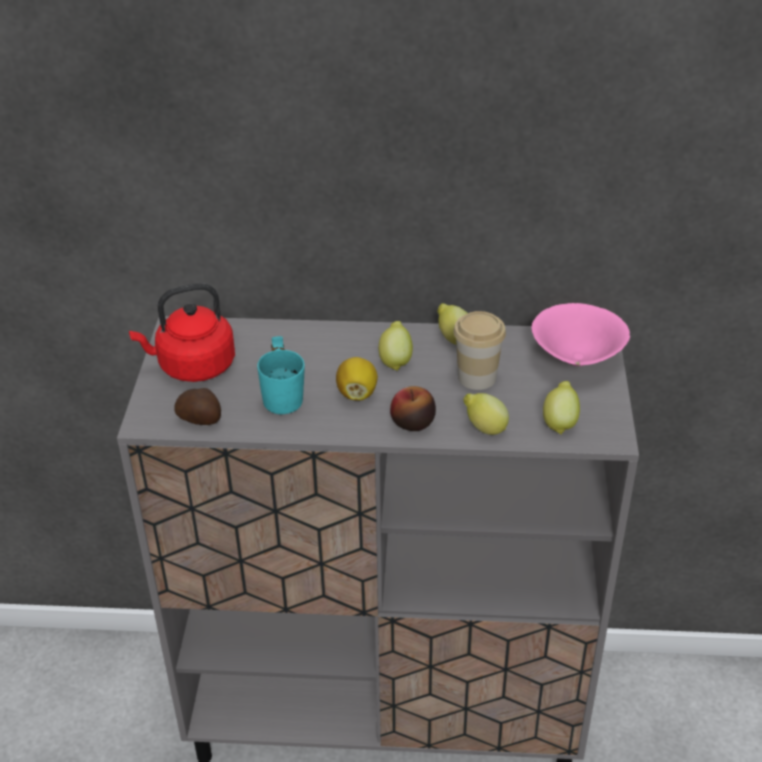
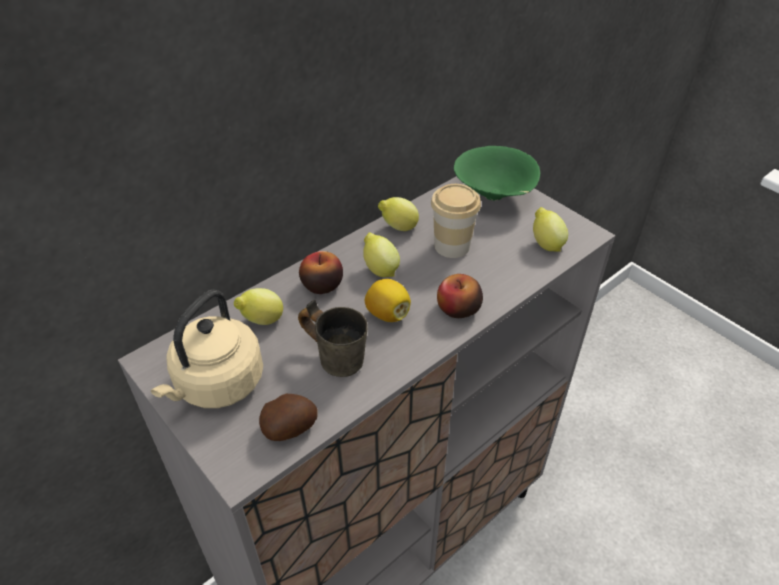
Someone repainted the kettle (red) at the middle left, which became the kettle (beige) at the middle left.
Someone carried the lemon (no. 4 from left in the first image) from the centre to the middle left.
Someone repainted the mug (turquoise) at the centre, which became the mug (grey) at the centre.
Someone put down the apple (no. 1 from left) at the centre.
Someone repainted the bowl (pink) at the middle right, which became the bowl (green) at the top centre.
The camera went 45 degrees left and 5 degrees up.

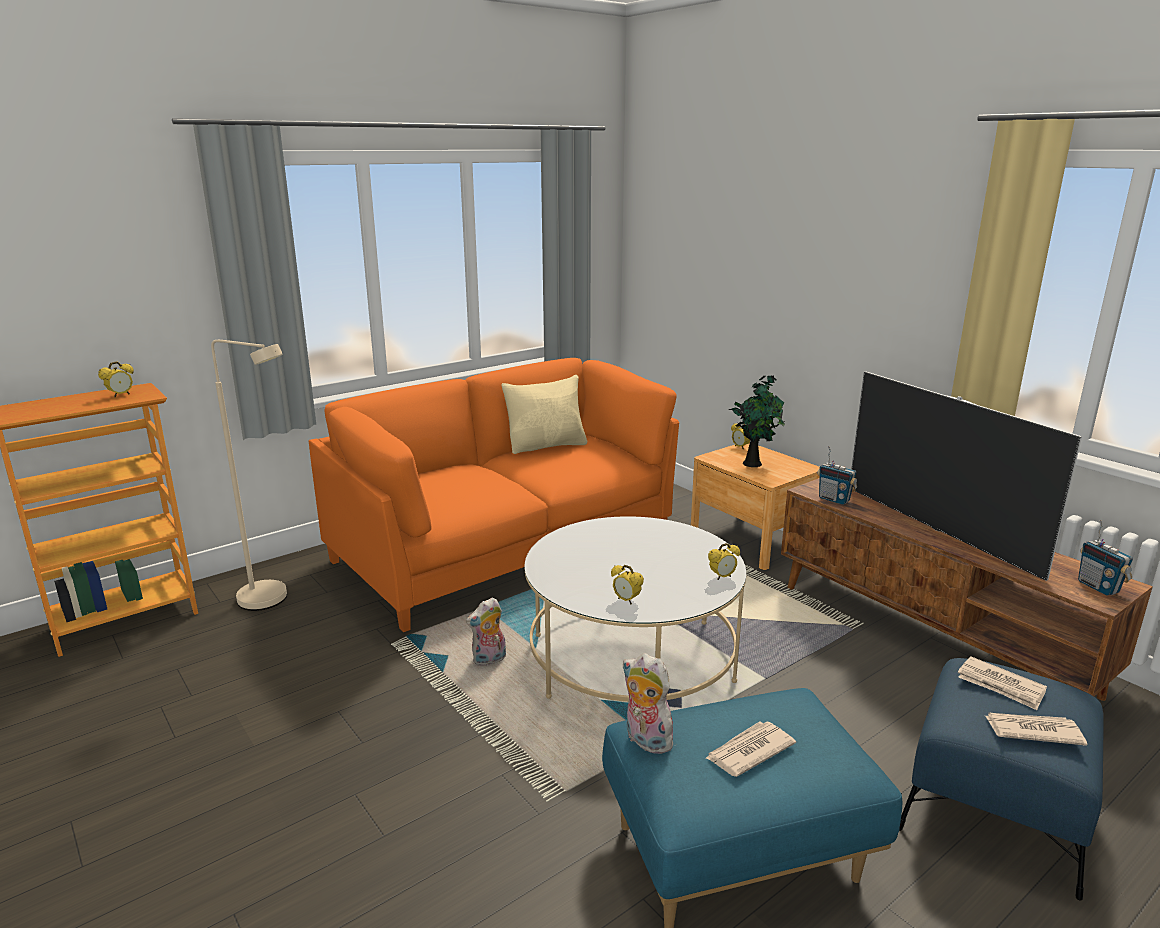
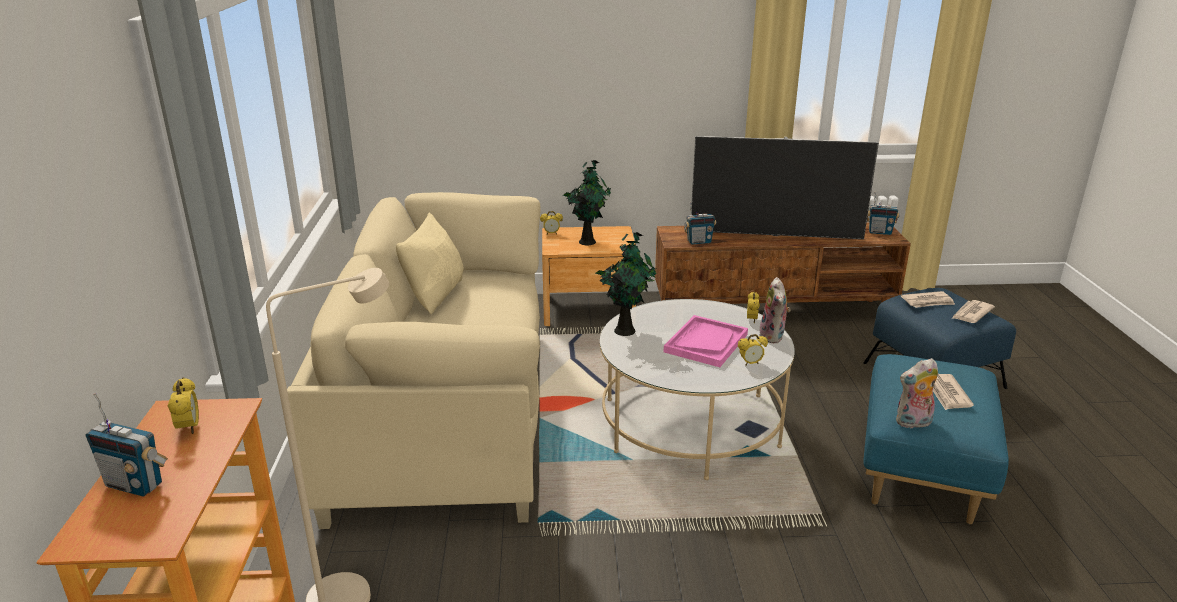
Someone put down the radio (no. 1 from left) at the bottom left.
Someone repainted the sofa (orange) at the centre, which became the sofa (beige) at the centre.
Someone put down the potted plant (no. 2 from left) at the centre.
Someone put down the tray (pink) at the centre.
Someone carried the plush toy (no. 1 from left) from the bottom centre to the centre.
The camera went 55 degrees left and 5 degrees up.

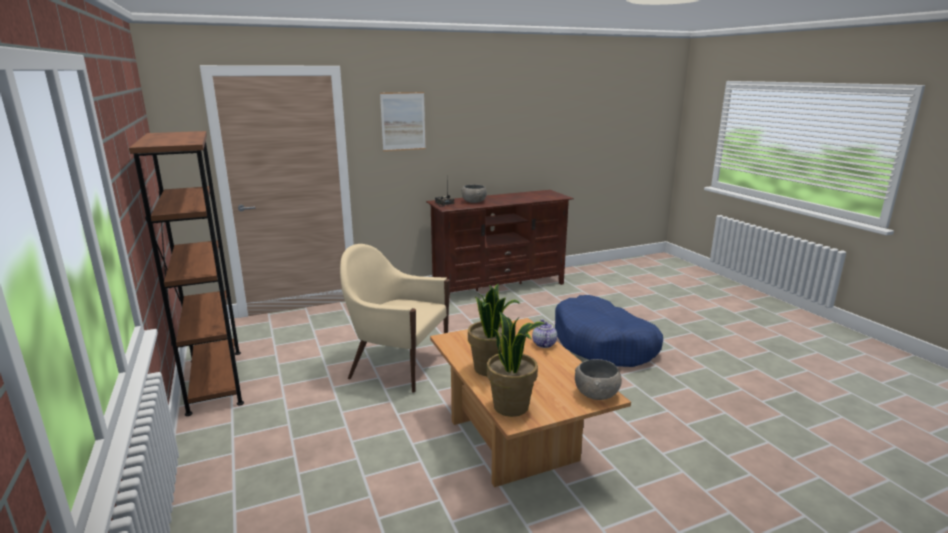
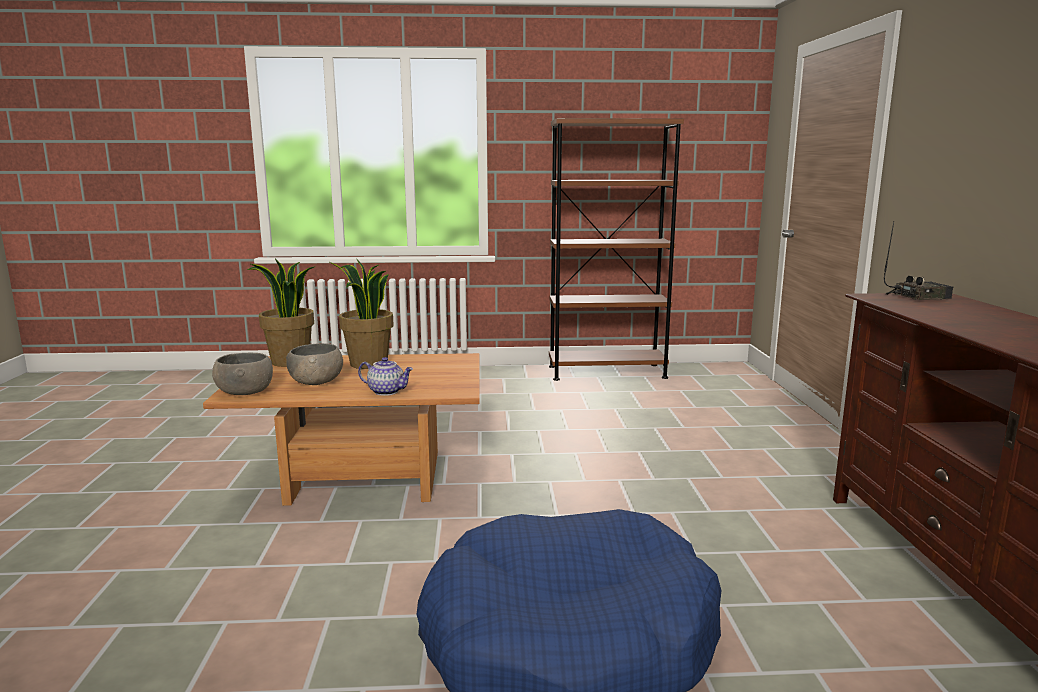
Someone carried the bowl (grey) (no. 1 from left in the first image) from the centre to the middle left.
Someone took away the armchair (beige) at the centre.
Someone took away the picture at the top centre.
The camera went 110 degrees right and 5 degrees down.

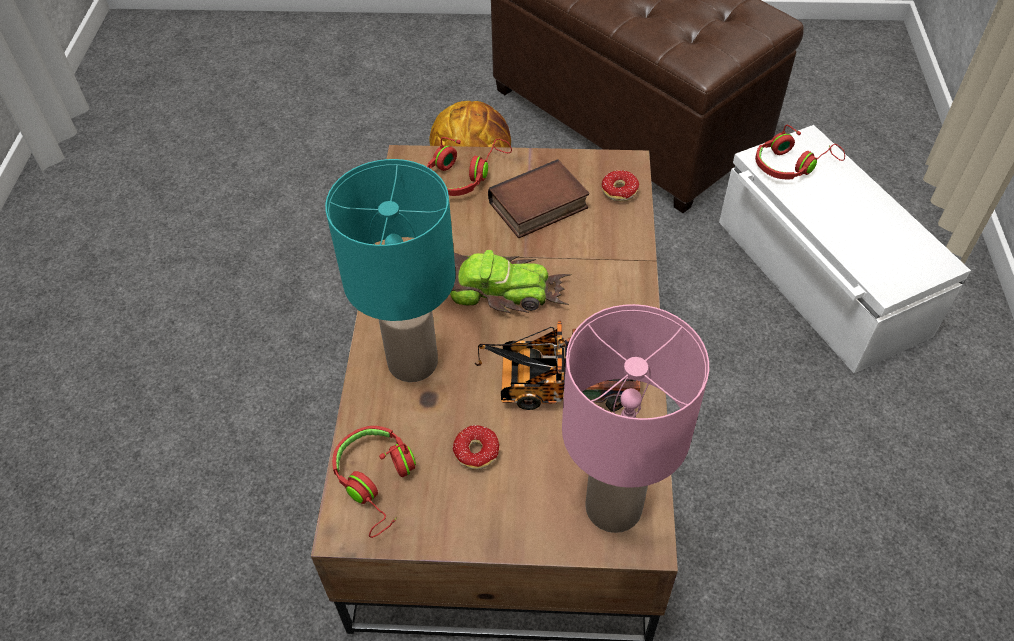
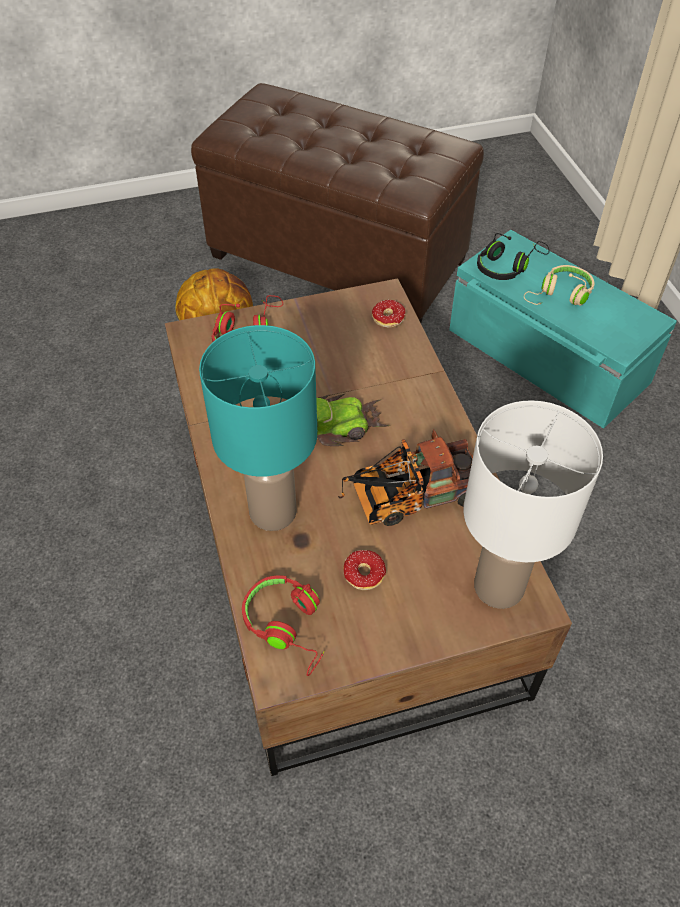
Someone repainted the storage box (white) at the middle right, which became the storage box (turquoise) at the middle right.
Someone repainted the table lamp (pink) at the centre, which became the table lamp (white) at the middle right.
Someone repainted the headphones (red) (no. 3 from left) at the top right, which became the headphones (black) at the top right.
Someone put down the headphones (beige) at the top right.
Someone took away the book at the top centre.
The camera went 20 degrees left and 0 degrees up.

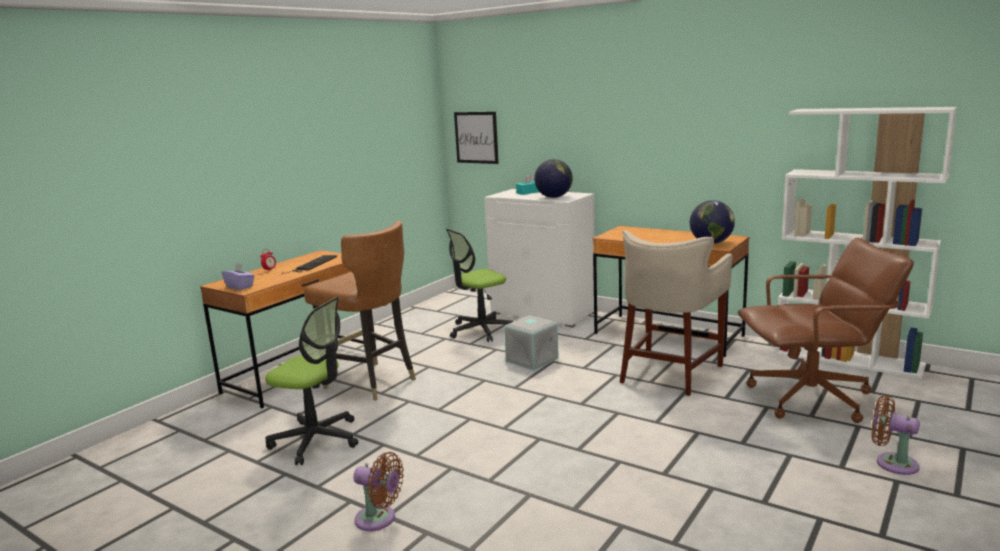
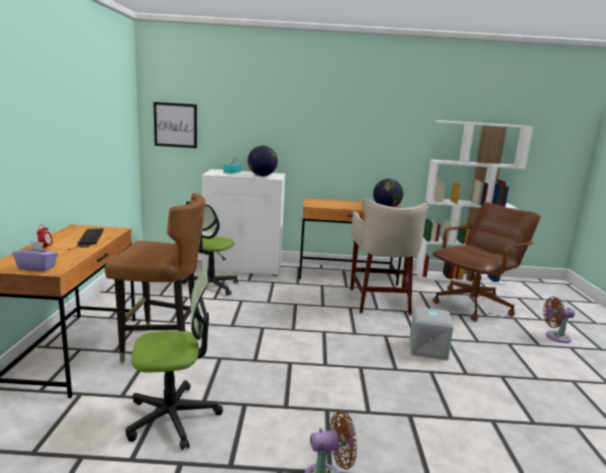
Someone carried the storage box (grey) from the centre to the bottom right.
The camera went 35 degrees left and 0 degrees up.

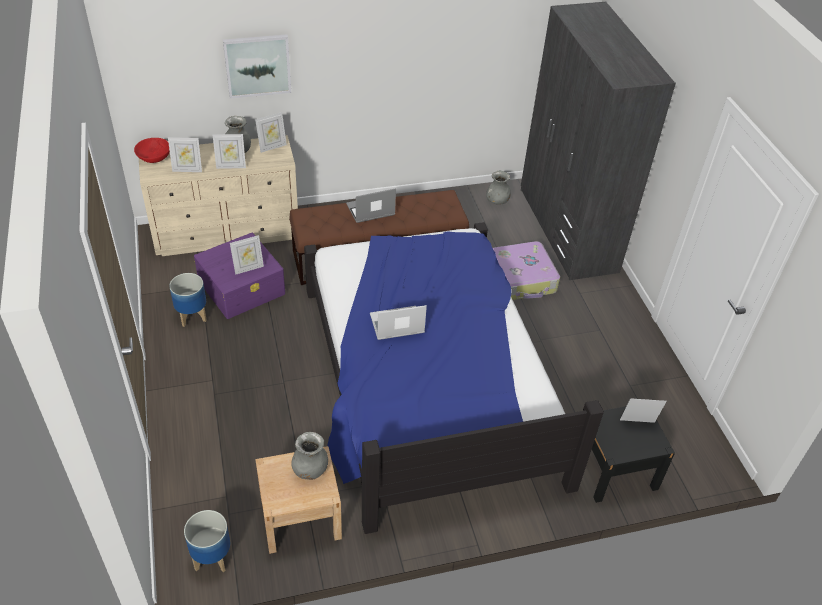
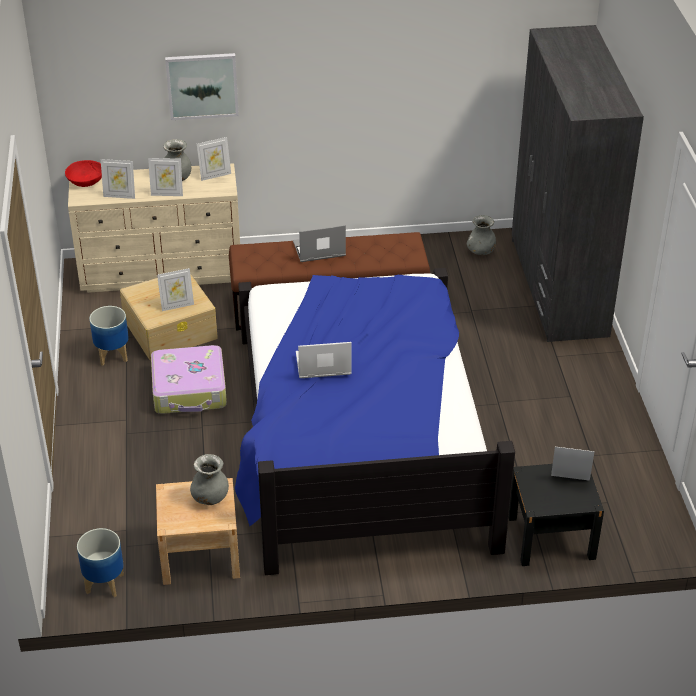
Someone repainted the storage box (purple) at the middle left, which became the storage box (beige) at the middle left.
Someone carried the suitcase from the centre to the middle left.
The camera went 10 degrees right and 5 degrees down.

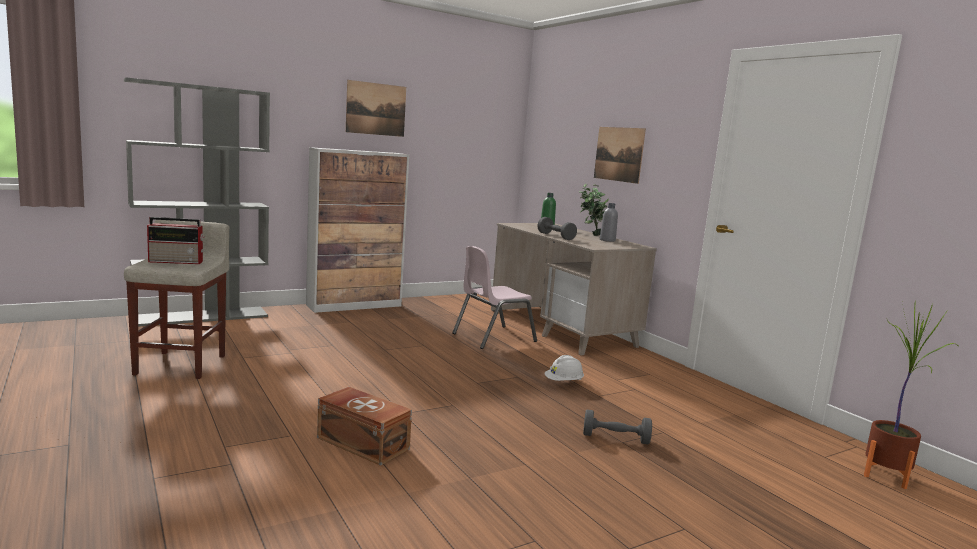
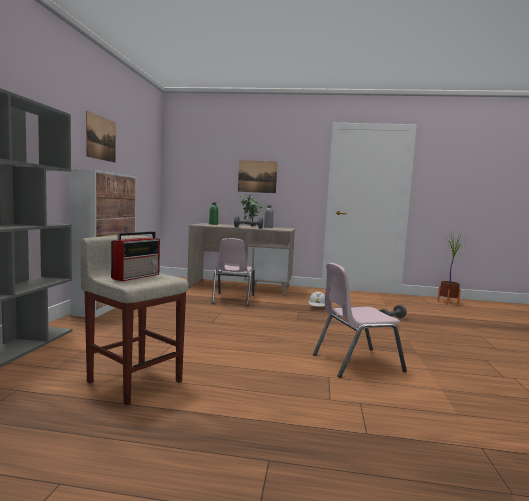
Someone swapped the storage box (brown) at the bottom centre for the chair (pink) (no. 2 from left) at the middle right.
The camera went 50 degrees left and 5 degrees down.

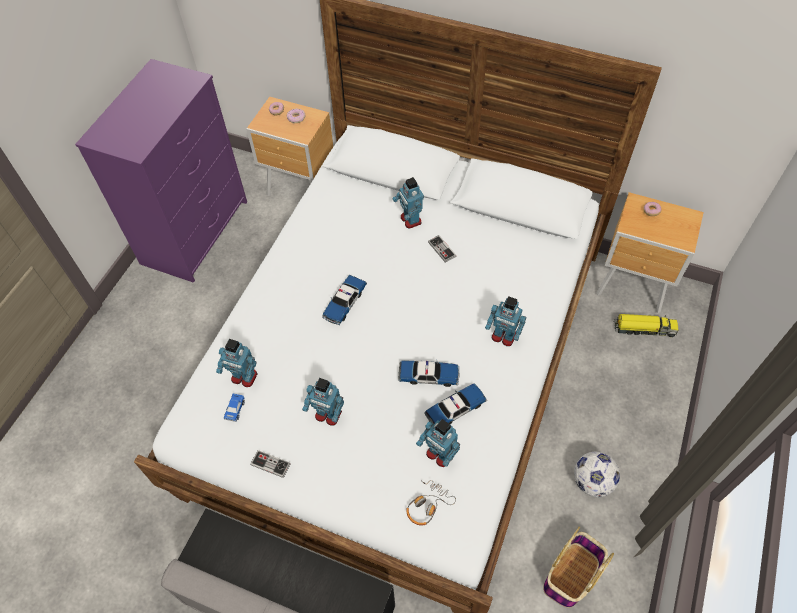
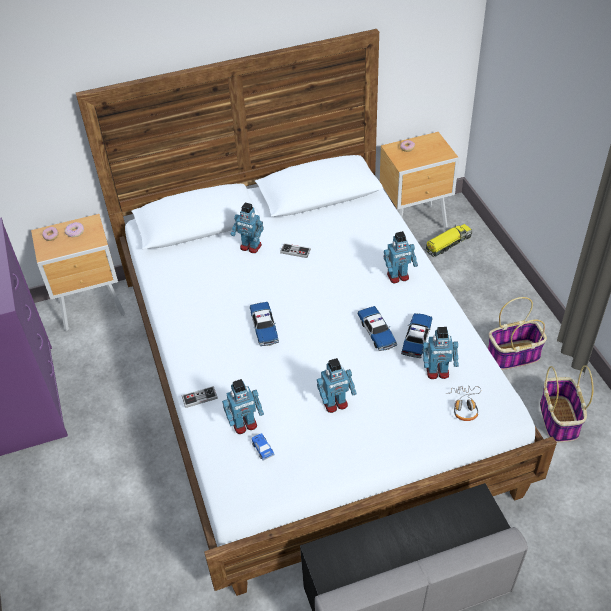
Someone carried the game controller (no. 1 from left) from the bottom centre to the middle left.
Someone rotated the toy car (no. 3 from left) at the centre by 105 degrees clockwise.
Someone swapped the football at the bottom right for the basket (no. 1 from left) at the middle right.
The camera went 40 degrees left and 10 degrees down.

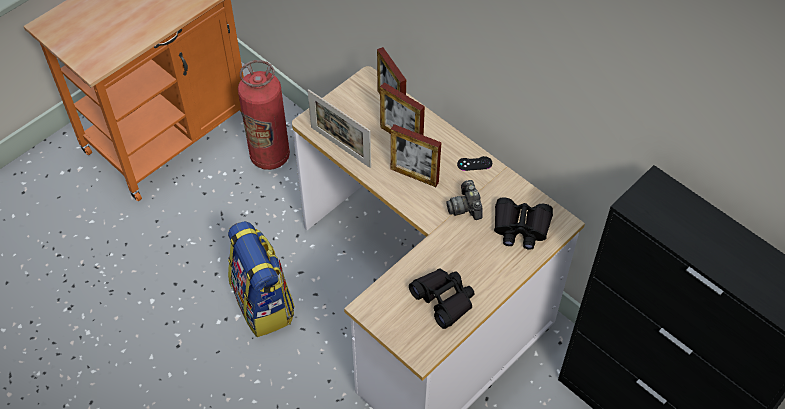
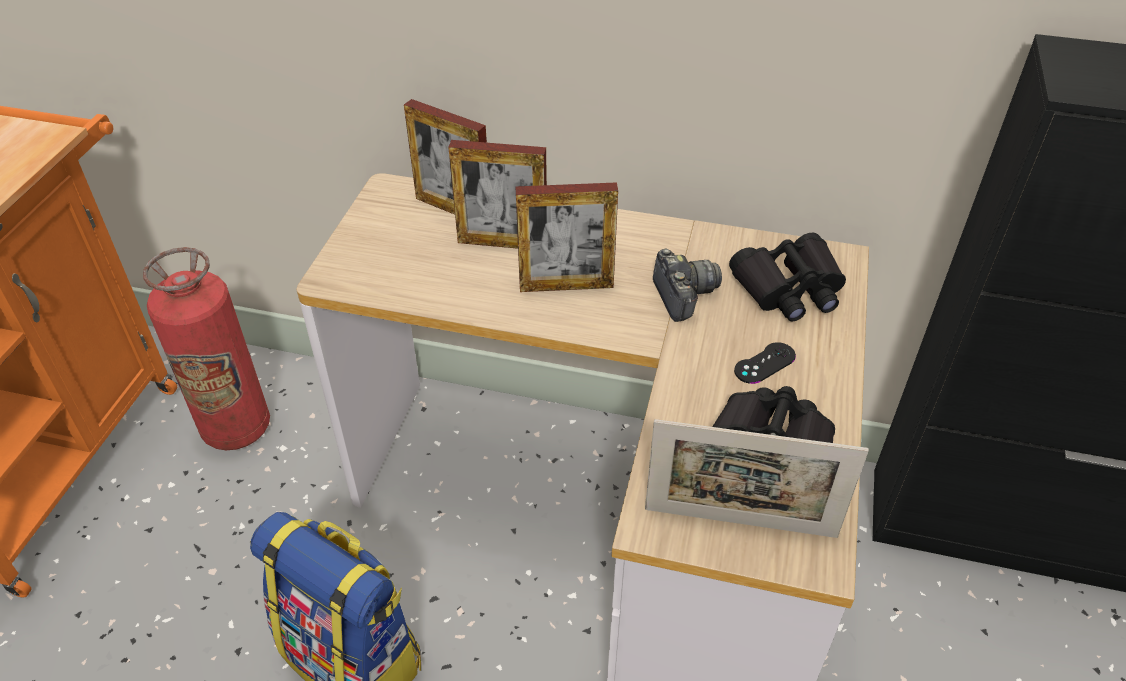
Someone carried the picture frame (no. 1 from left in the first image) from the top centre to the bottom right.
Someone rotated the photo camera at the centre by 150 degrees counterclockwise.
Someone carried the game controller (black) from the centre to the middle right.
The camera went 30 degrees left and 10 degrees down.

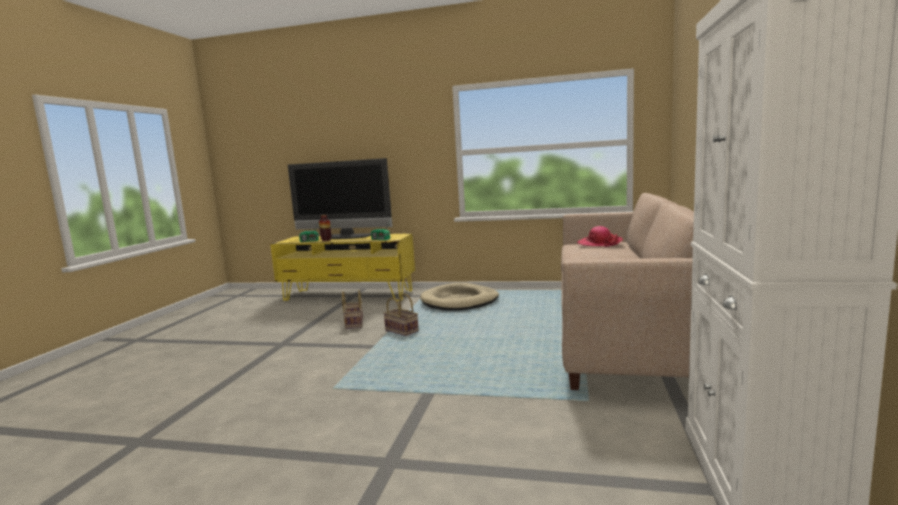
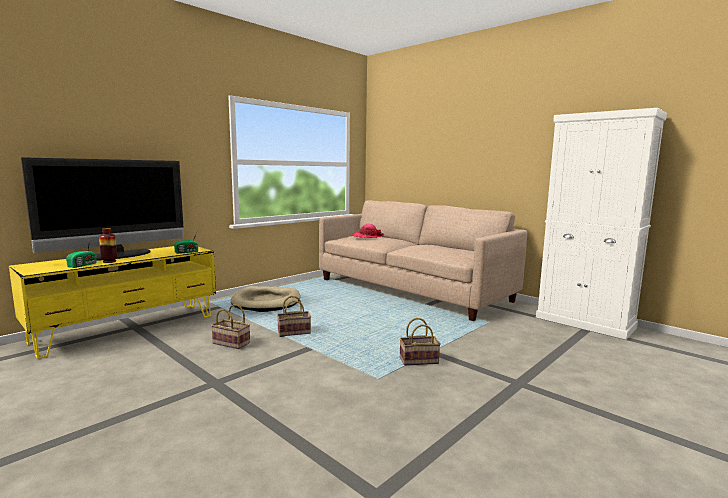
Someone put down the basket (no. 3 from left) at the bottom centre.
The camera went 60 degrees left and 0 degrees up.

